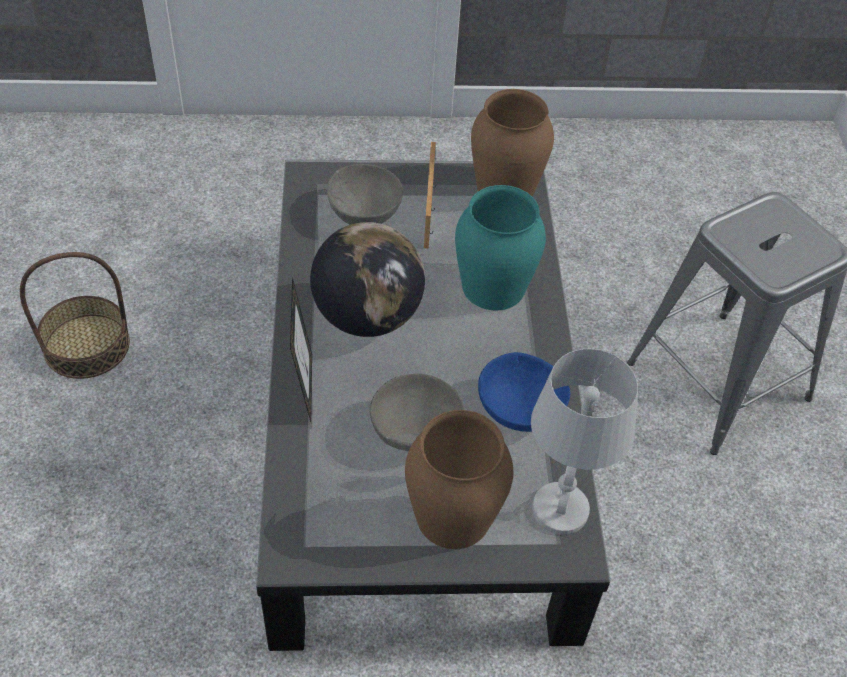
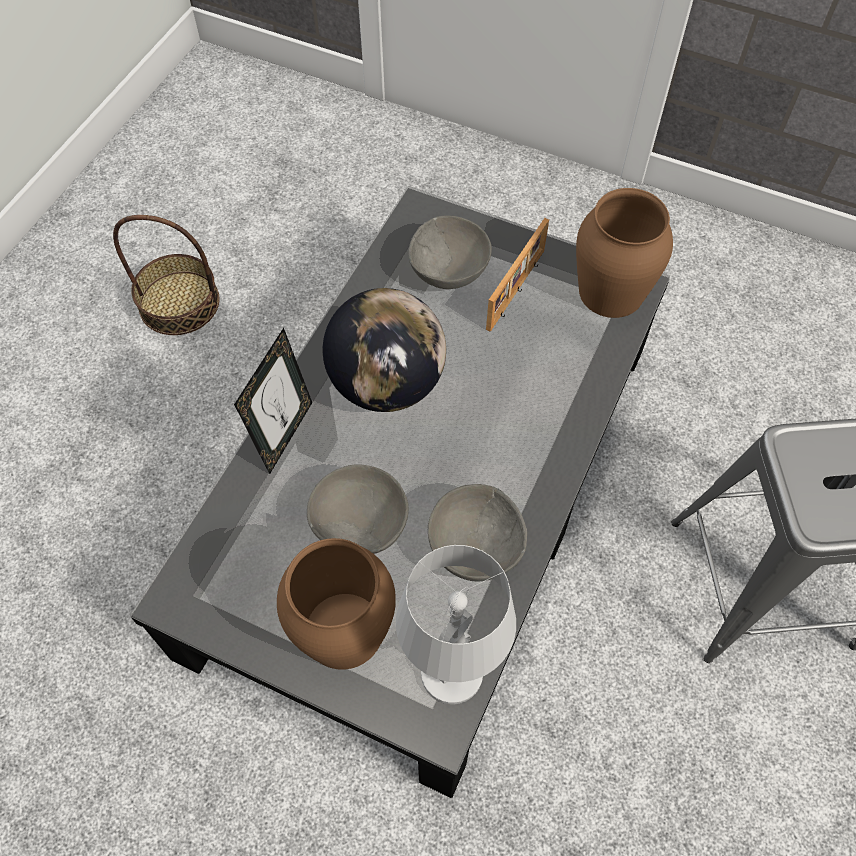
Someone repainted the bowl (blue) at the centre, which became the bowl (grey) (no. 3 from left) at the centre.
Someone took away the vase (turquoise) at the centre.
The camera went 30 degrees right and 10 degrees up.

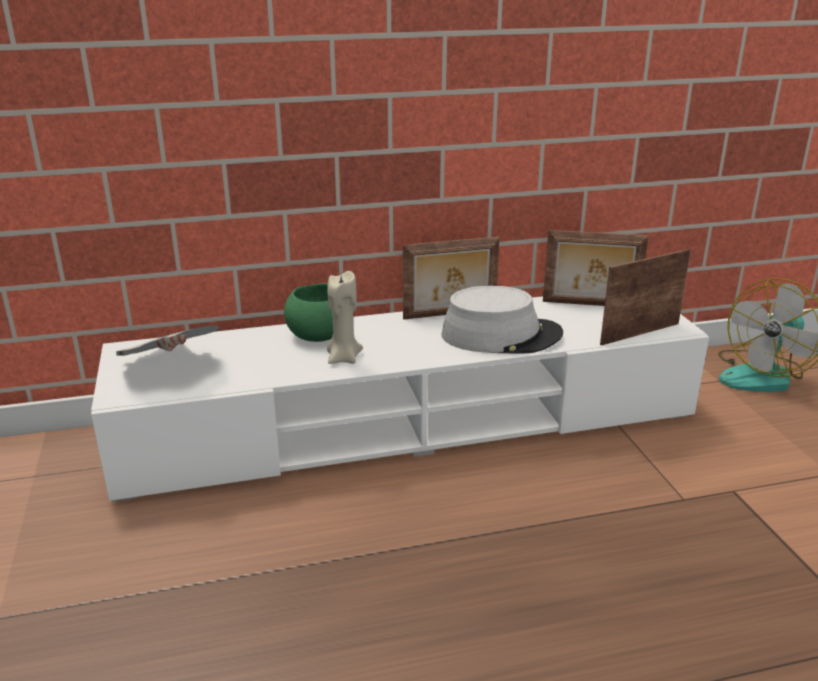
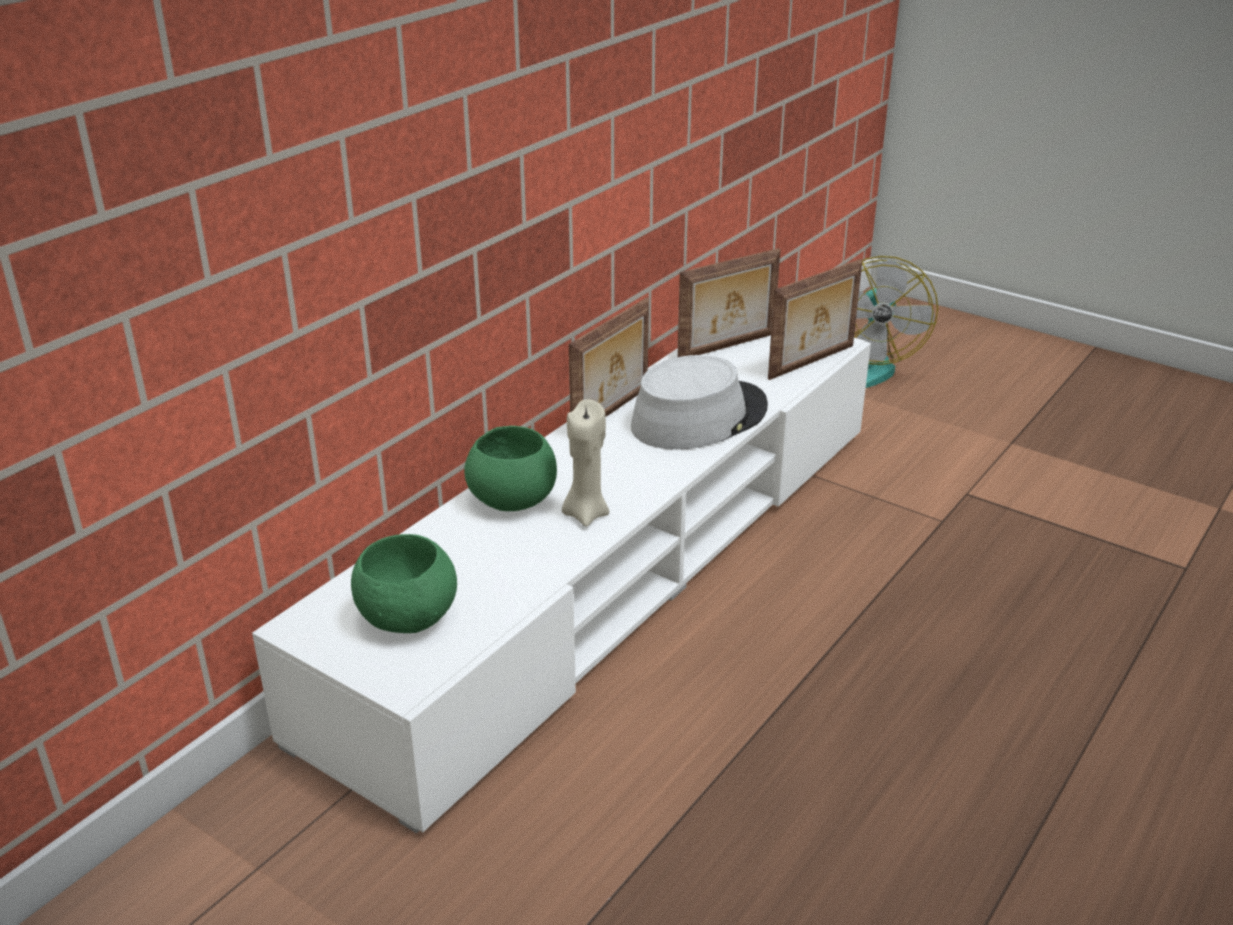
Someone swapped the newspaper at the middle left for the bowl (green) (no. 1 from left) at the middle left.
Someone rotated the picture frame (no. 3 from left) at the middle right by 150 degrees counterclockwise.
The camera went 40 degrees left and 5 degrees up.

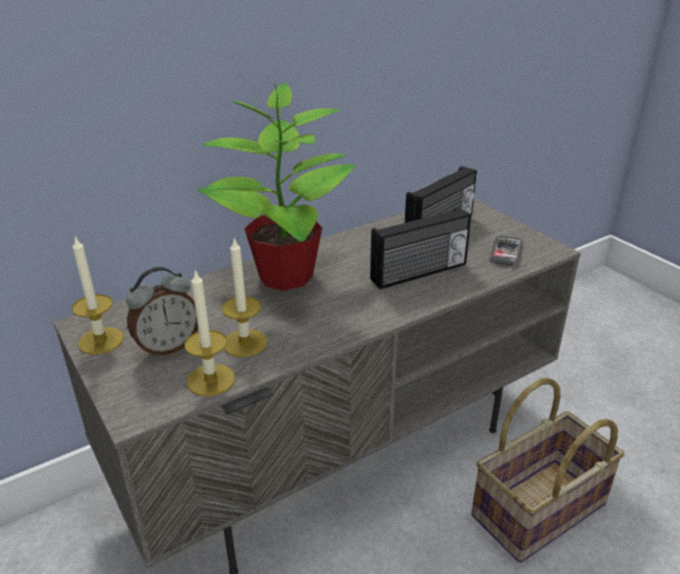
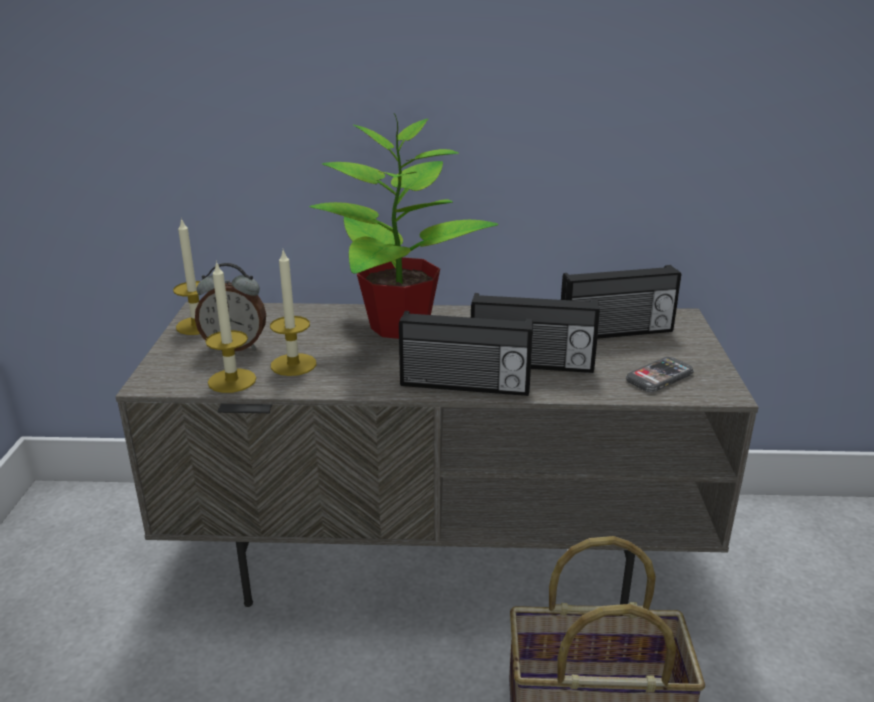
Someone put down the radio (no. 1 from left) at the centre.
The camera went 35 degrees right and 5 degrees down.

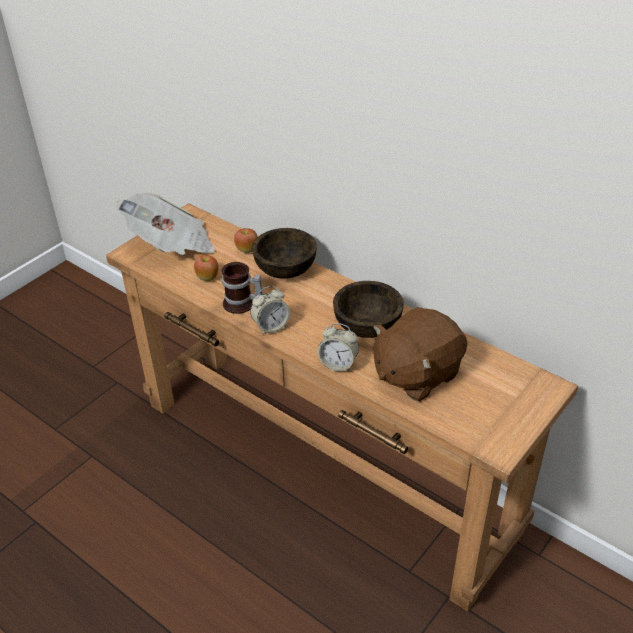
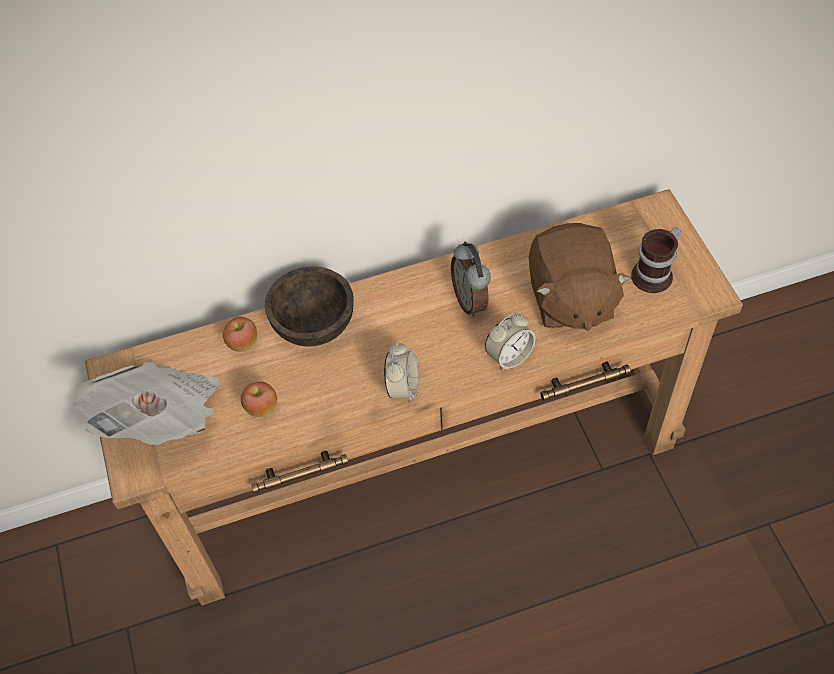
Someone swapped the bowl (brown) (no. 2 from left) at the centre for the alarm clock (no. 2 from left) at the centre.
Someone carried the mug from the centre to the middle right.
The camera went 55 degrees left and 15 degrees up.

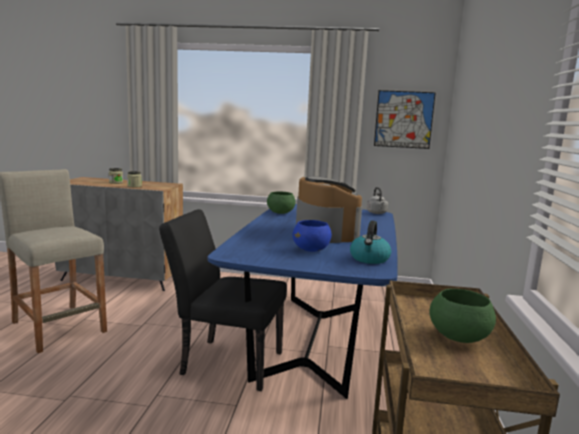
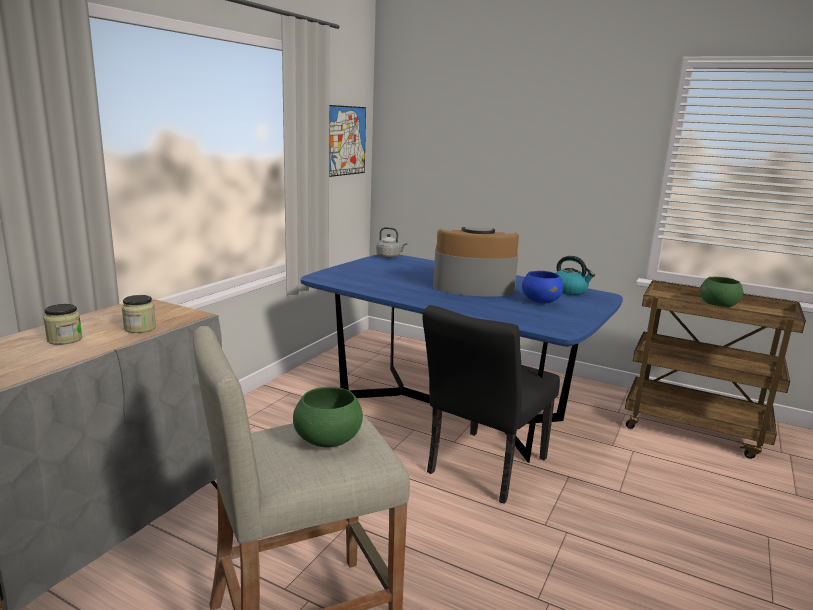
Someone carried the bowl (green) (no. 1 from left) from the centre to the bottom centre.
The camera went 70 degrees left and 5 degrees up.

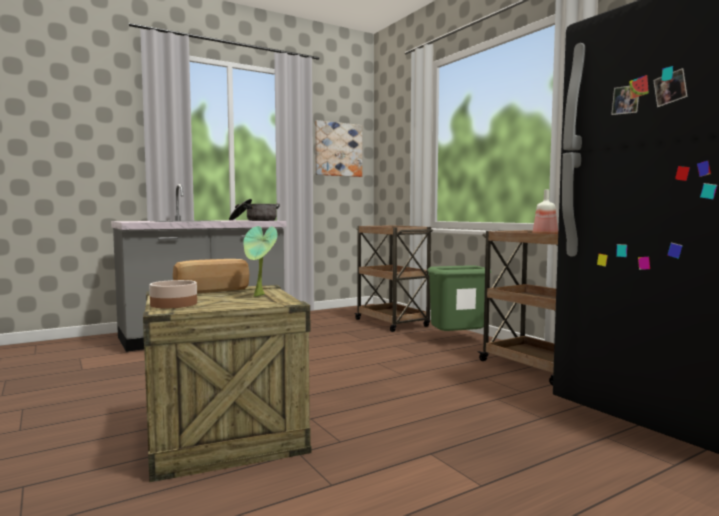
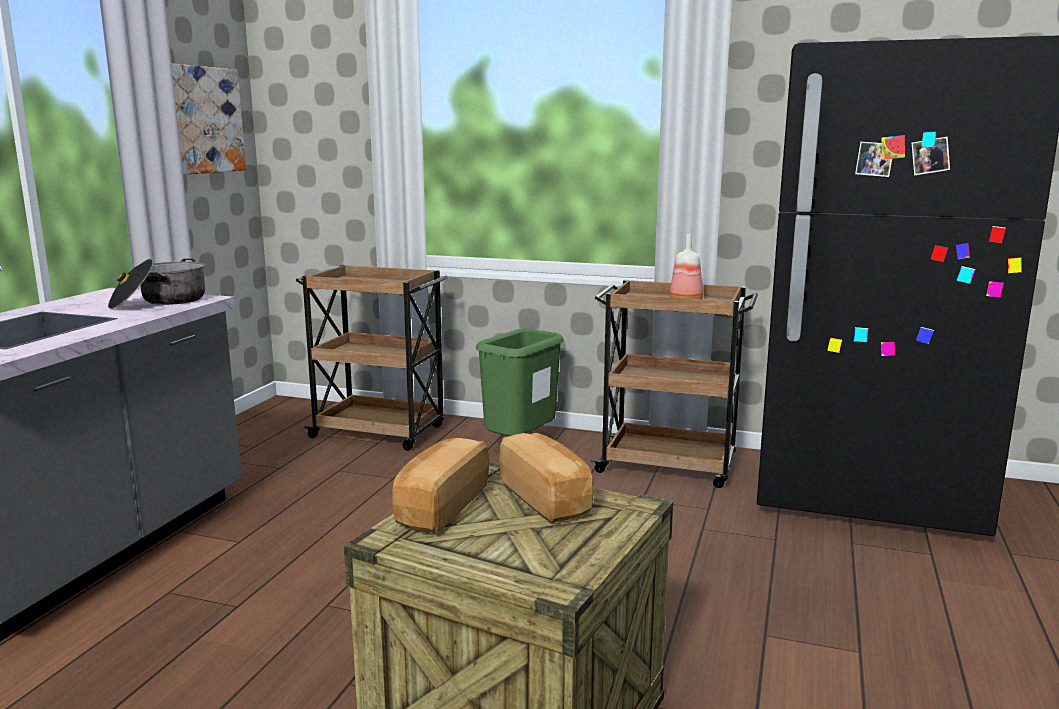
Someone swapped the potted plant at the centre for the bread (no. 2 from left) at the bottom centre.
Someone took away the bowl at the middle left.
The camera went 40 degrees left and 10 degrees up.

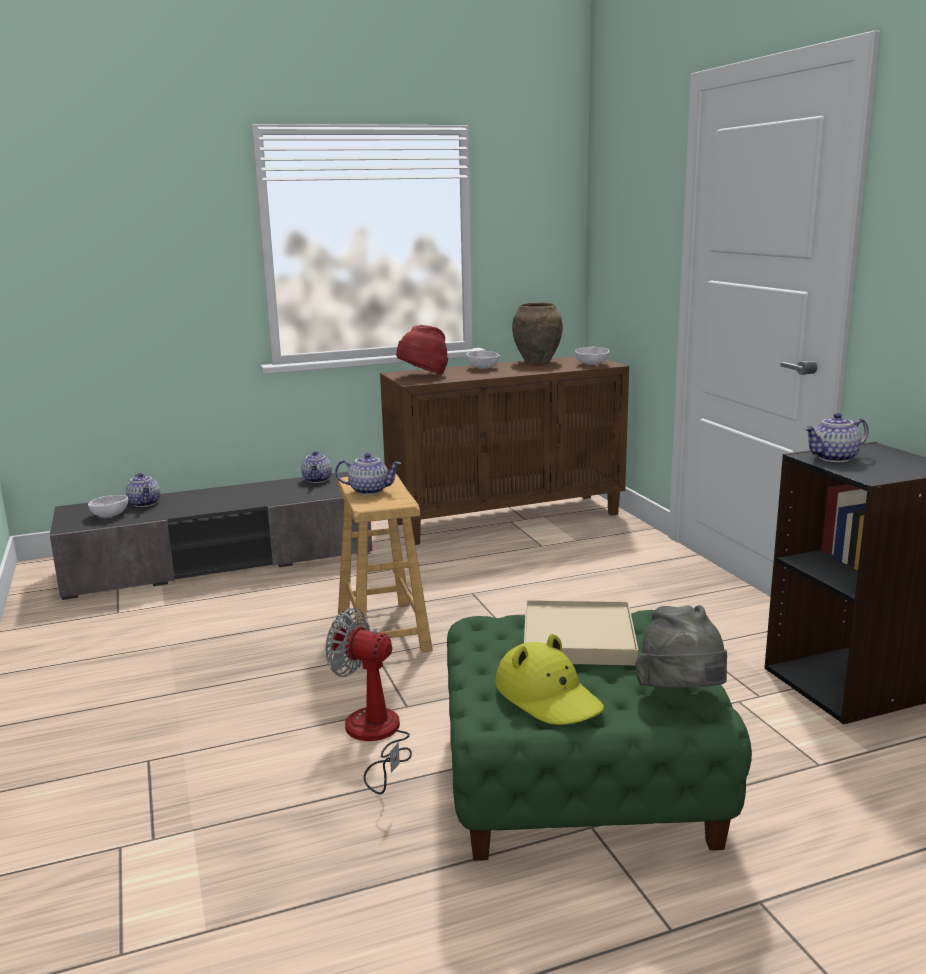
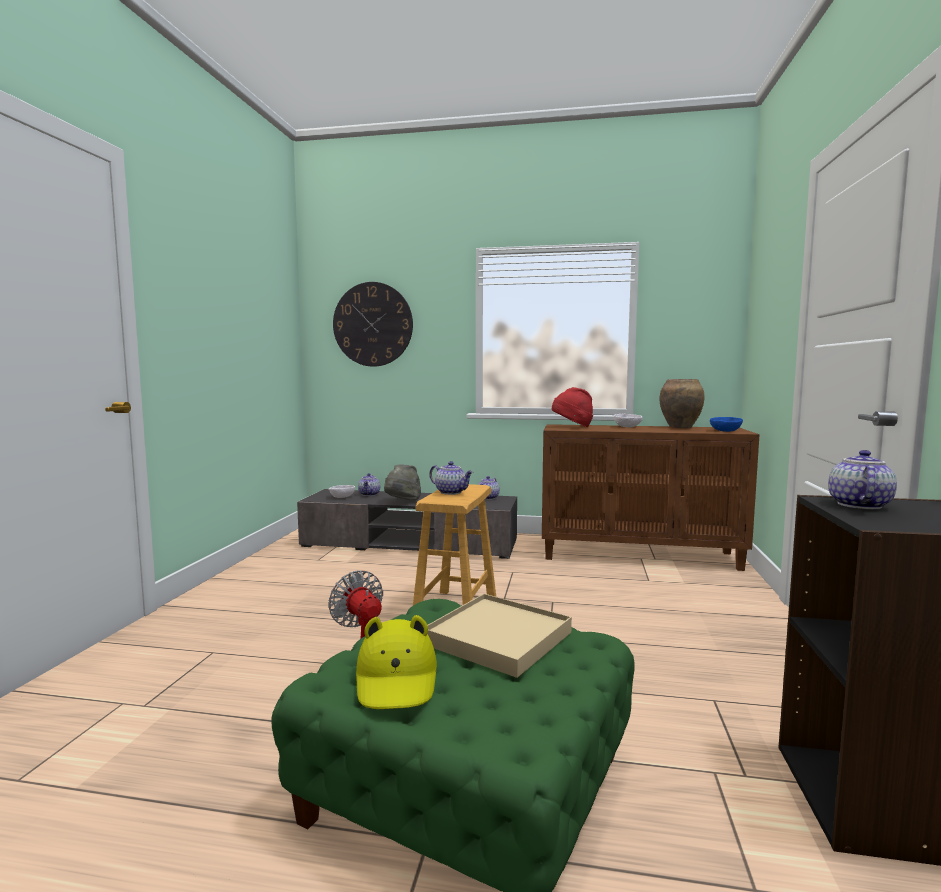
Someone put up the wall clock at the centre.
Someone carried the hat (grey) from the middle right to the centre.
Someone repainted the bowl (white) (no. 3 from left) at the centre, which became the bowl (blue) at the middle right.
Someone rotated the teapot (no. 4 from left) at the middle right by 105 degrees clockwise.
The camera went 30 degrees right and 10 degrees down.

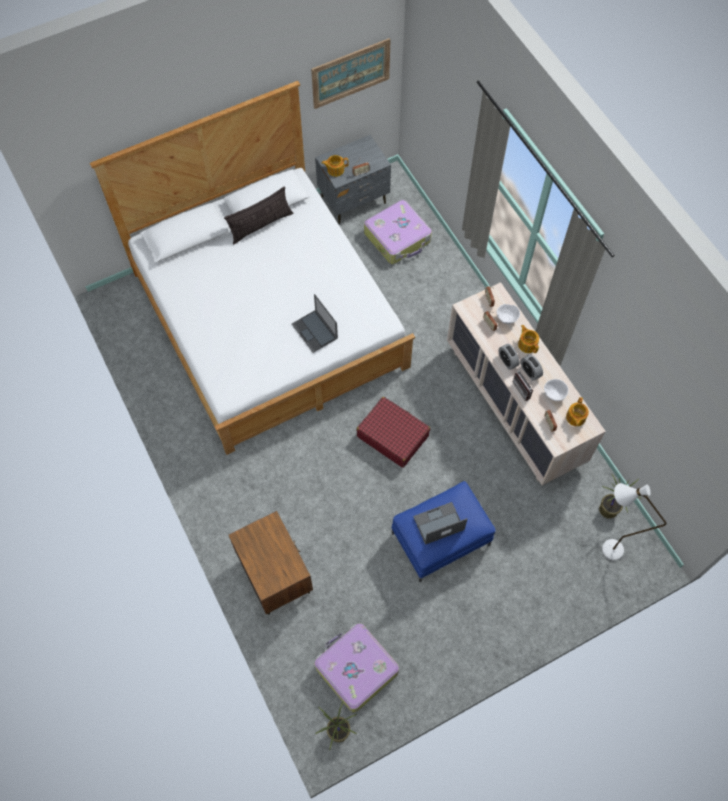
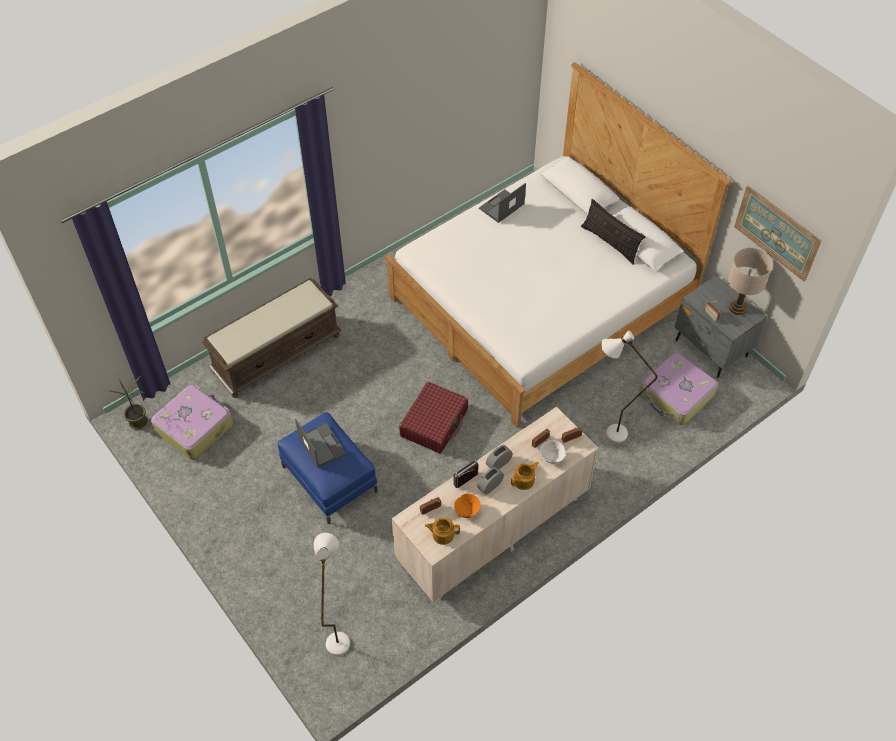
Someone swapped the nightstand (brown) at the bottom centre for the bench (brown) at the middle left.
Someone repainted the bowl (white) (no. 2 from left) at the middle right, which became the bowl (orange) at the bottom centre.
Someone carried the laptop (no. 1 from left in the first image) from the centre to the top centre.
Someone put down the floor lamp (white) (no. 2 from left) at the middle right.
Someone put down the table lamp (beige) at the middle right.
Someone took away the teapot (no. 1 from left) at the top centre.
Someone took away the potted plant (no. 2 from left) at the middle right.
The camera went 80 degrees right and 10 degrees down.

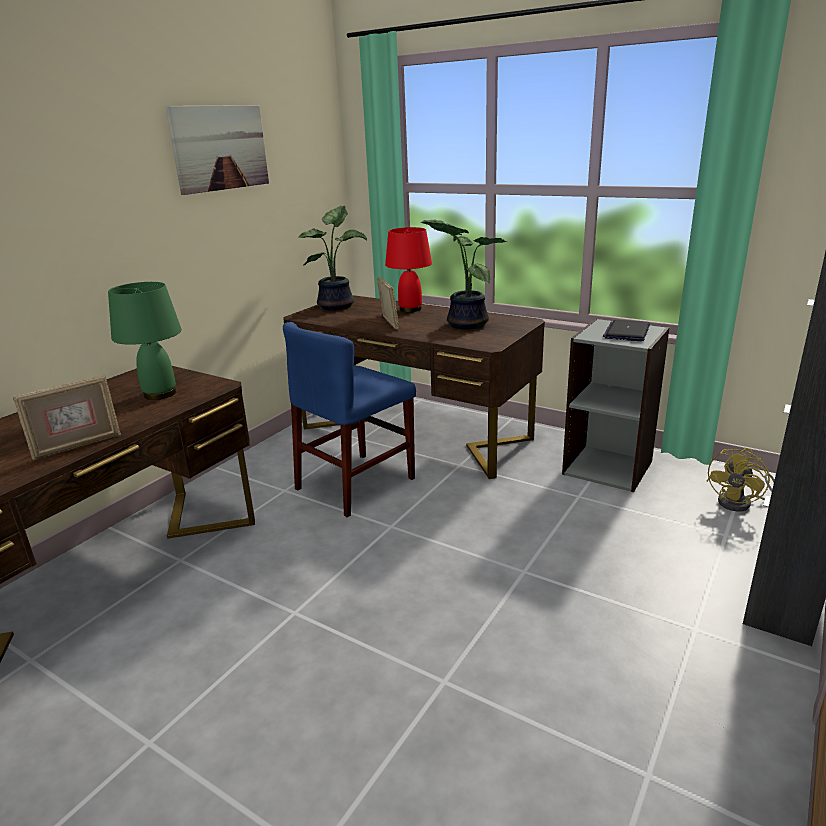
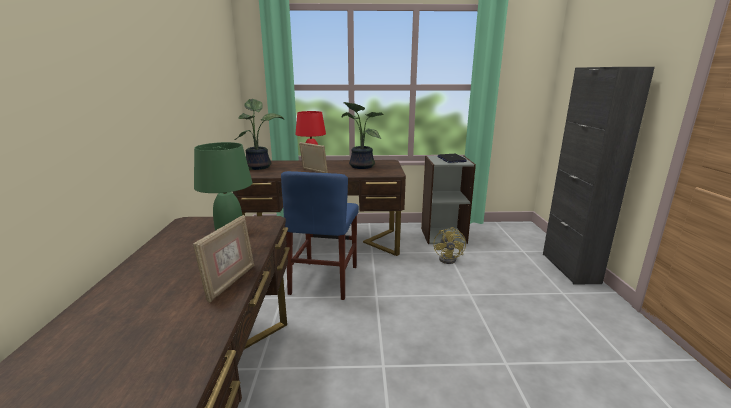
Someone carried the fan (yellow) from the middle right to the centre.
Someone took away the picture at the top left.
The camera went 35 degrees left and 5 degrees down.

